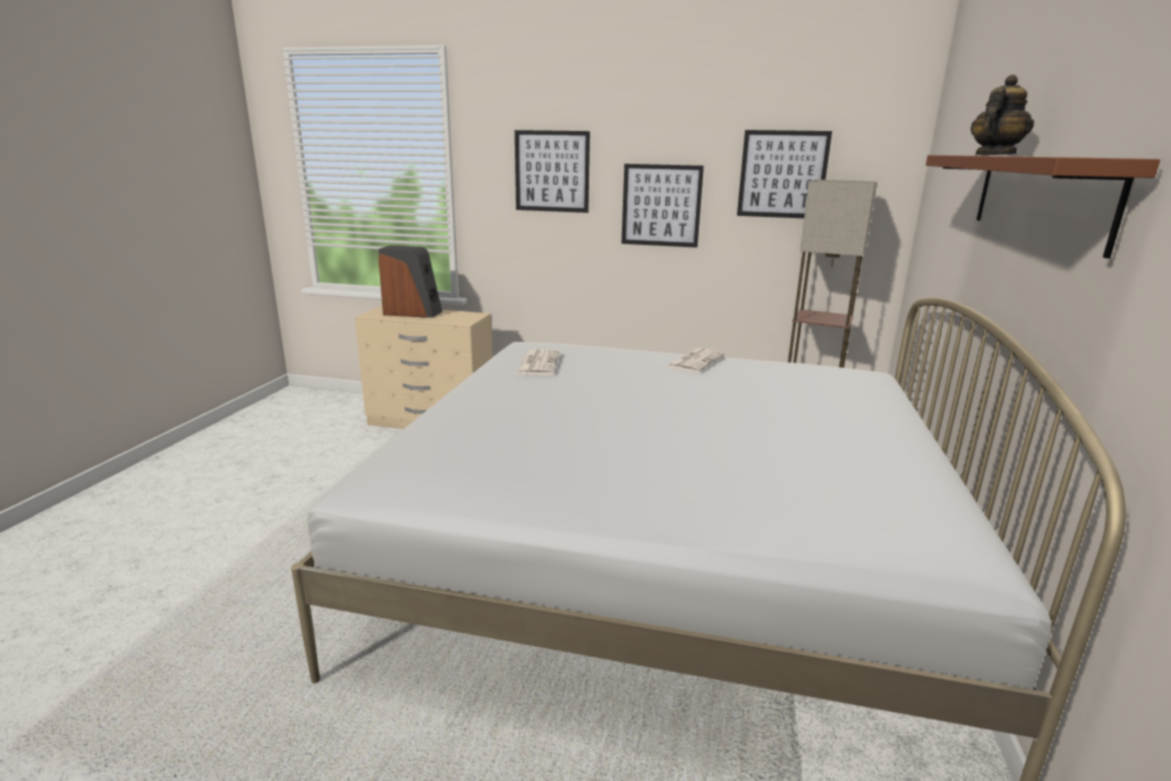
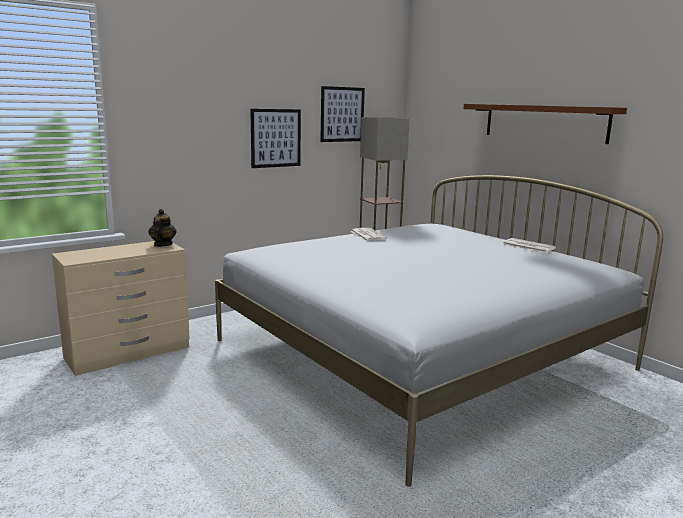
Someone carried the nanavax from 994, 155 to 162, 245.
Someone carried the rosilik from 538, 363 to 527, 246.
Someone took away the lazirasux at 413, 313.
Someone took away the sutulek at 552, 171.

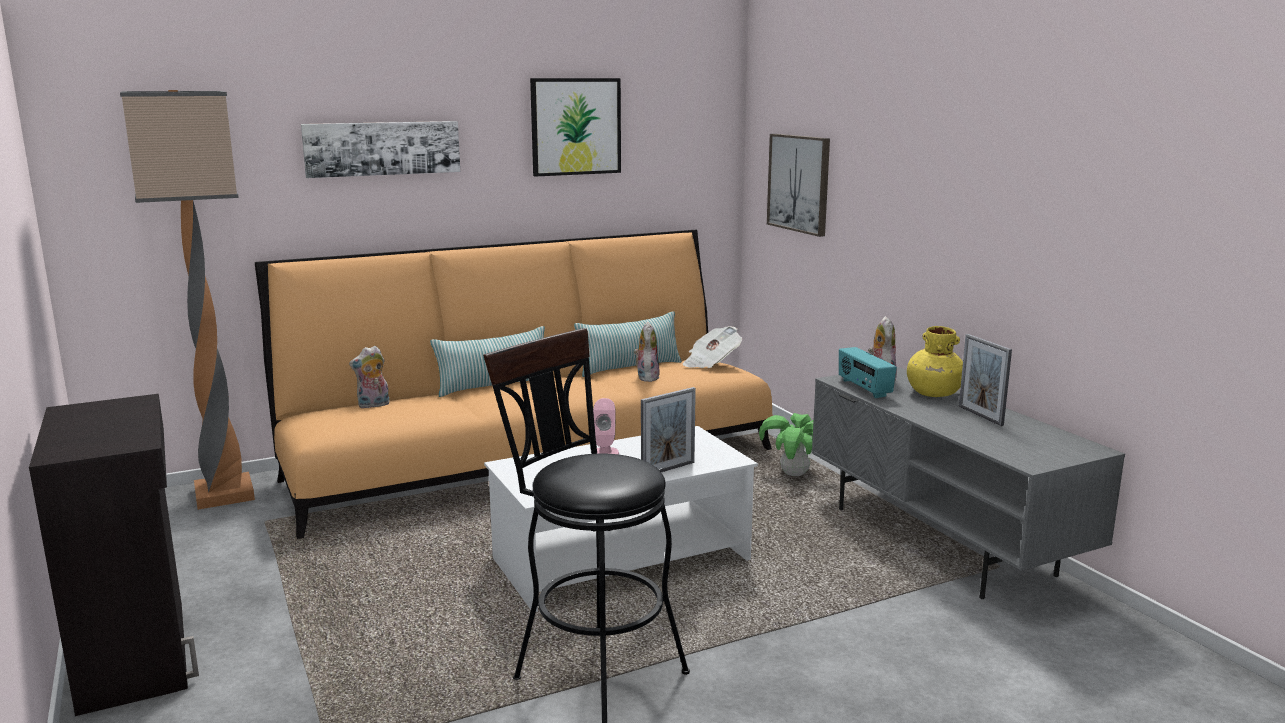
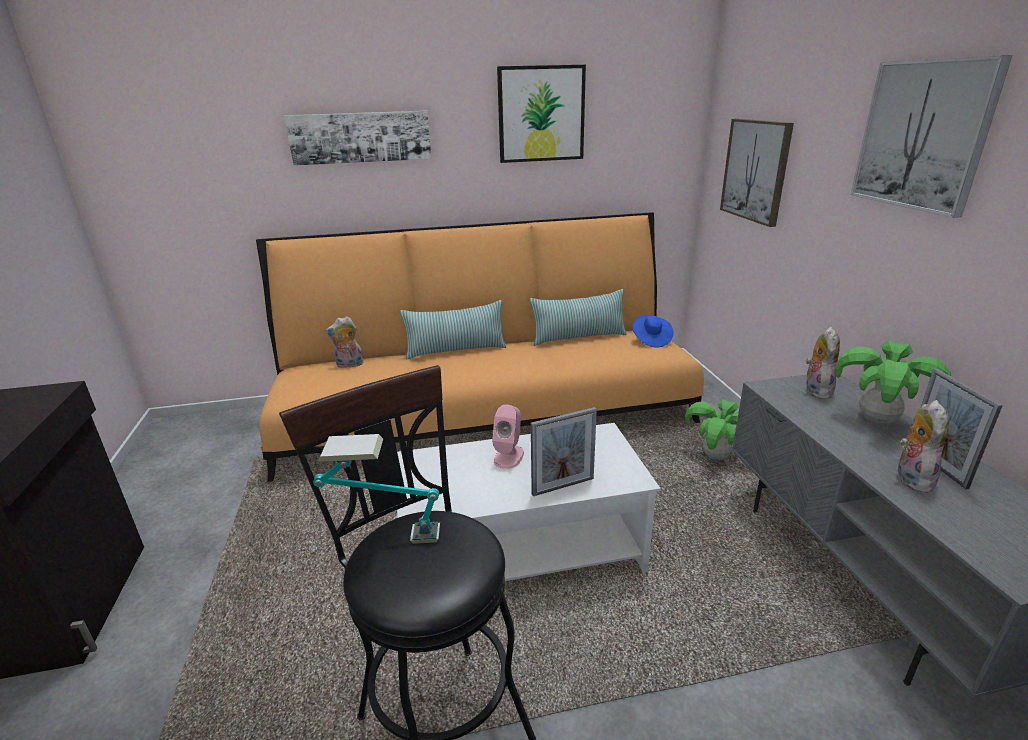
Someone put down the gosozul at 384, 536.
Someone swapped the rosilik at 711, 363 for the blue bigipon at 651, 340.
Someone swapped the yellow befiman at 933, 393 for the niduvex at 876, 420.
Someone put up the sutulek at 923, 135.
Someone carried the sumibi from 646, 377 to 910, 478.
Someone took away the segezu at 226, 494.
Someone took away the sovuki at 863, 388.

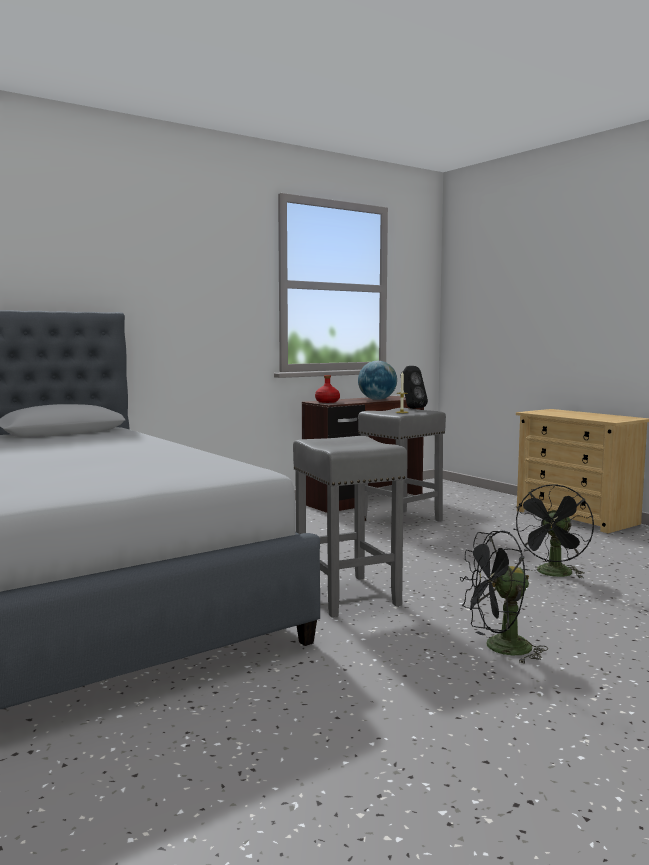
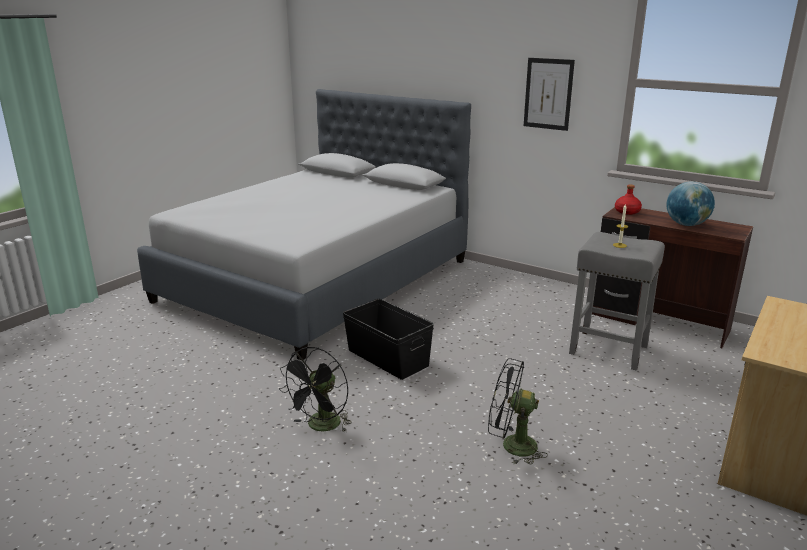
Someone rotated the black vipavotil at 499, 648 by 120 degrees counterclockwise.
Someone swapped the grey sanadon at 348, 596 for the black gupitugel at 387, 358.
Someone put up the sutulek at 548, 94.
Someone took away the black lazirasux at 411, 408.

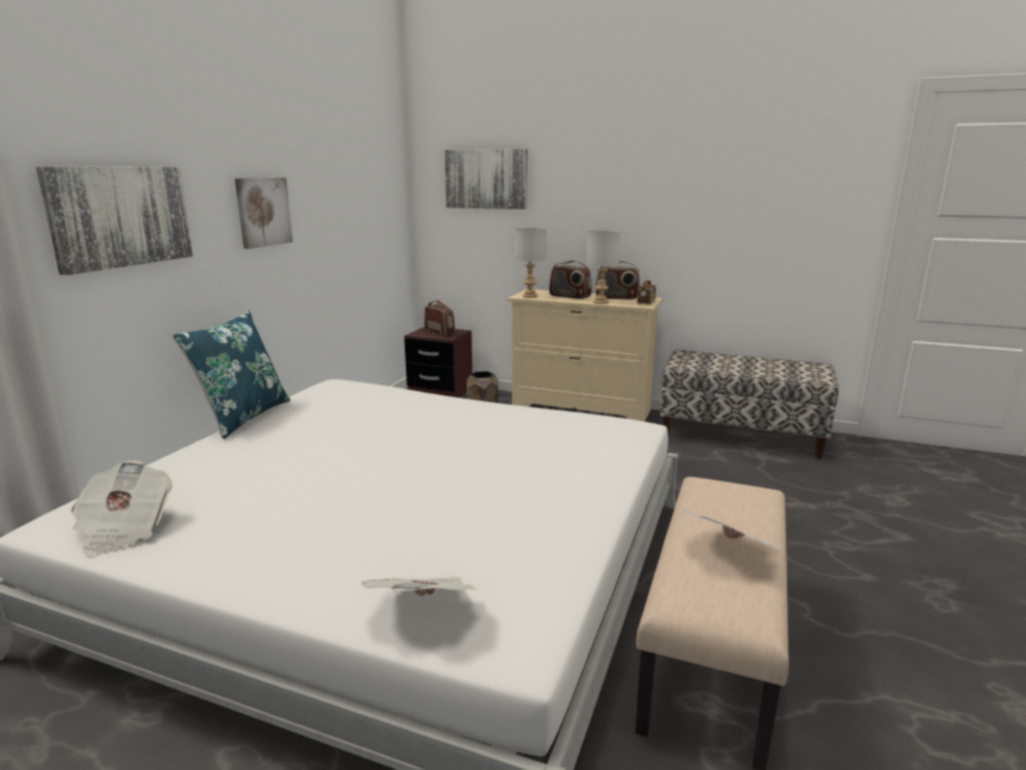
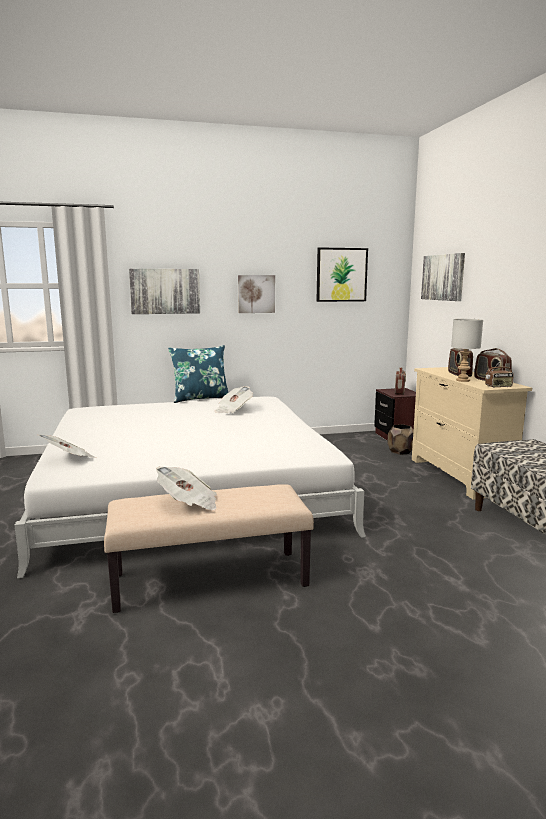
Someone carried the rosilik from 124, 529 to 233, 410.
Someone put up the sutulek at 341, 275.
Someone took away the grey gosozul at 530, 296.

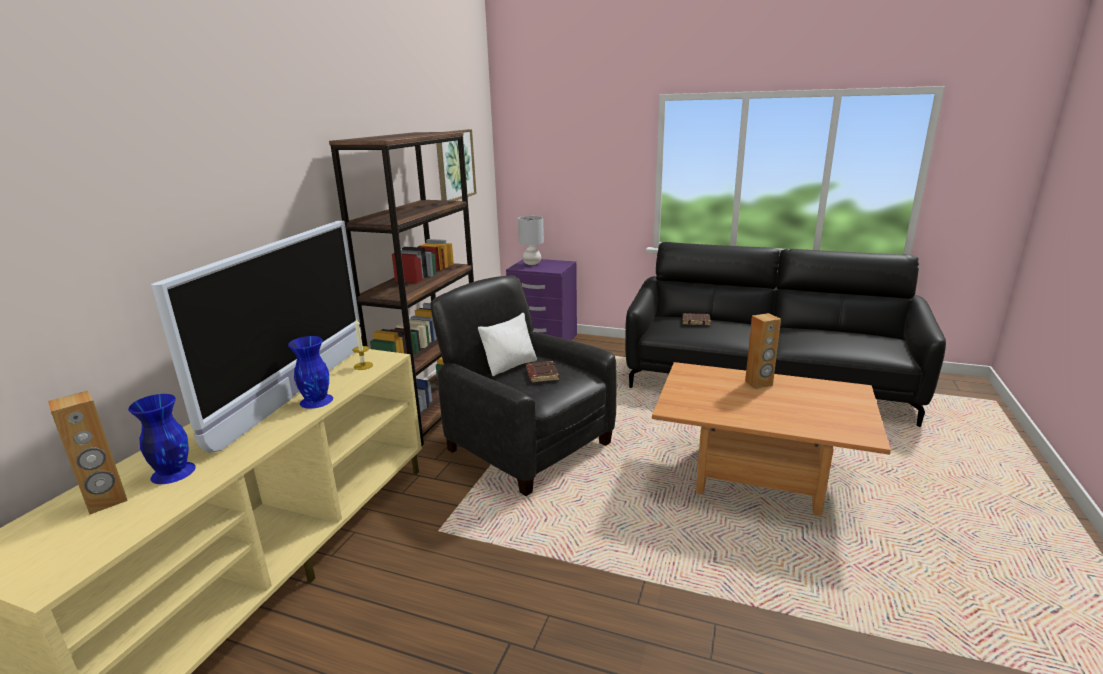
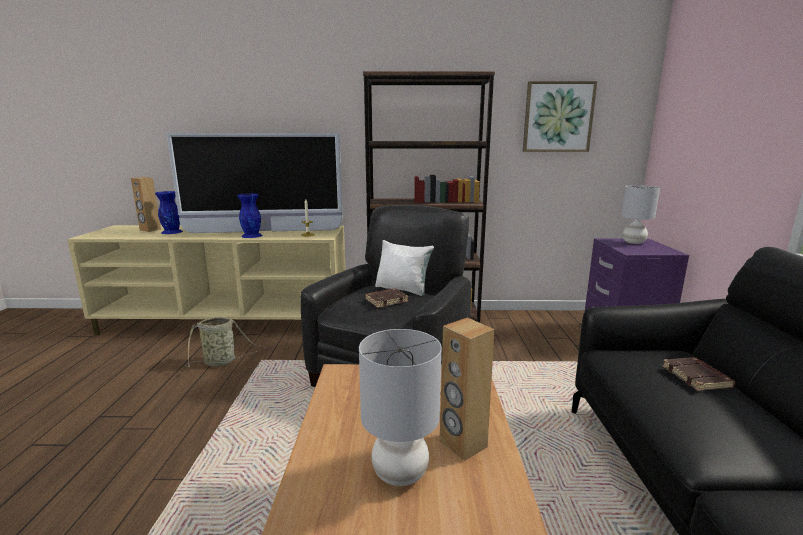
Someone put down the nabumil at 222, 362.
Someone put down the grey gosozul at 399, 473.

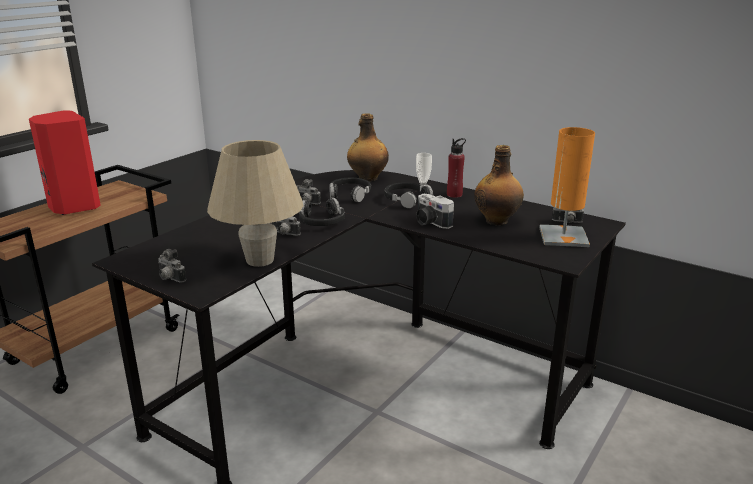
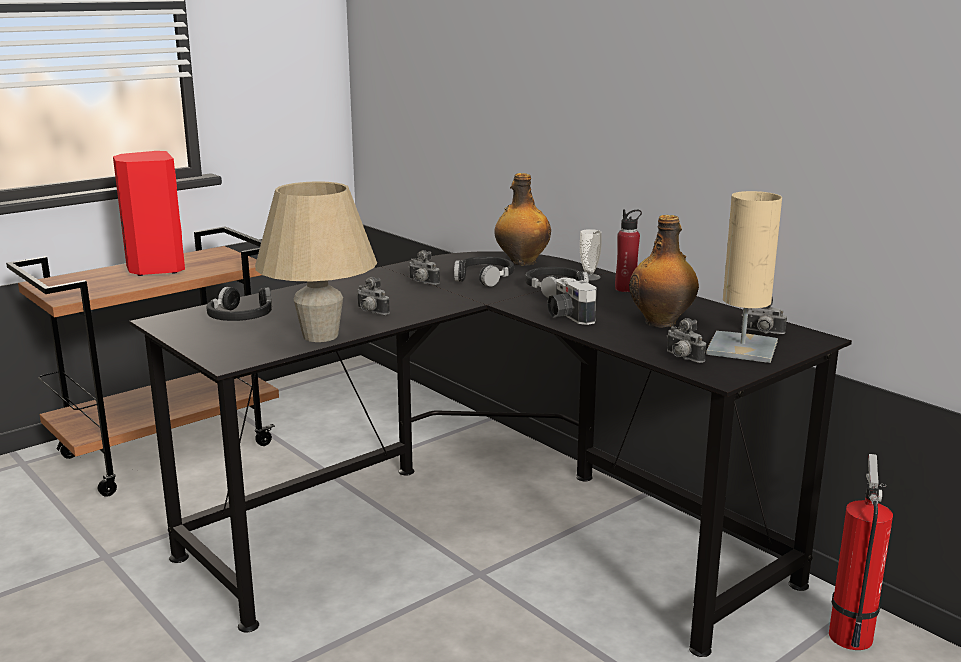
Someone carried the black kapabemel from 321, 221 to 241, 317.
Someone carried the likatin from 170, 279 to 682, 358.
Someone repainted the orange gosozul at 563, 237, which became the beige gosozul at 742, 348.
Someone put down the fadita at 850, 633.

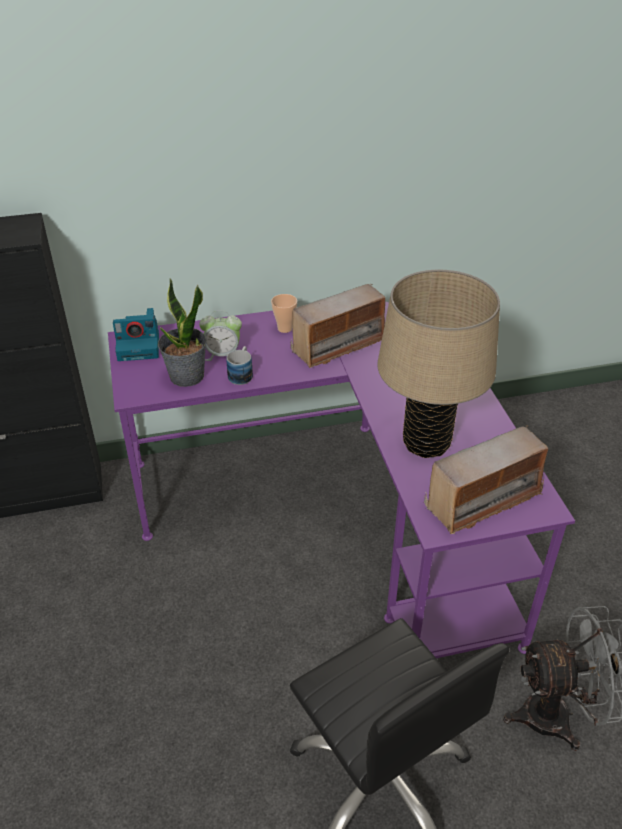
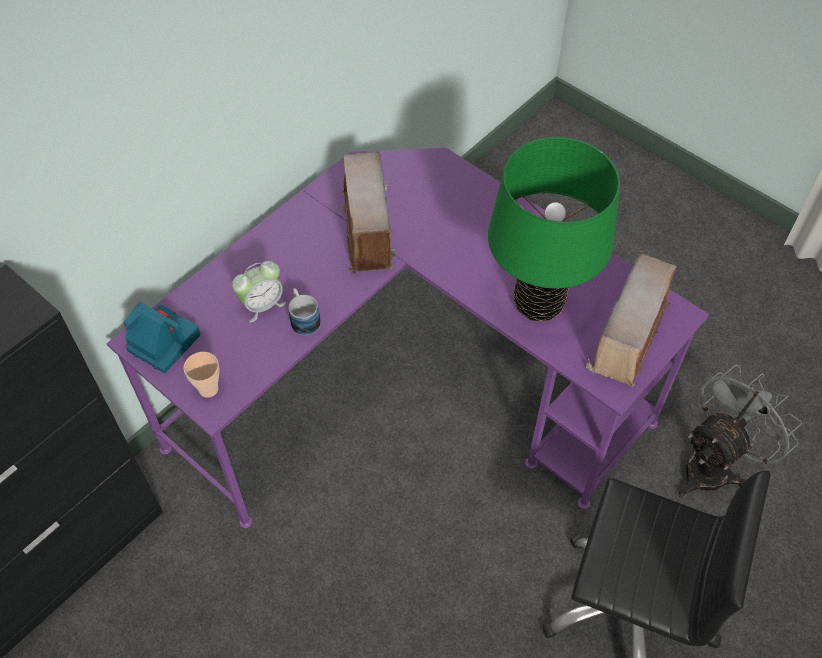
Someone rotated the likatin at 140, 346 by 105 degrees counterclockwise.
Someone carried the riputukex from 284, 328 to 208, 389.
Someone rotated the sovuki at 339, 345 by 150 degrees clockwise.
Someone repainted the beige gosozul at 426, 443, which became the green gosozul at 538, 303.
Someone took away the niduvex at 186, 376.

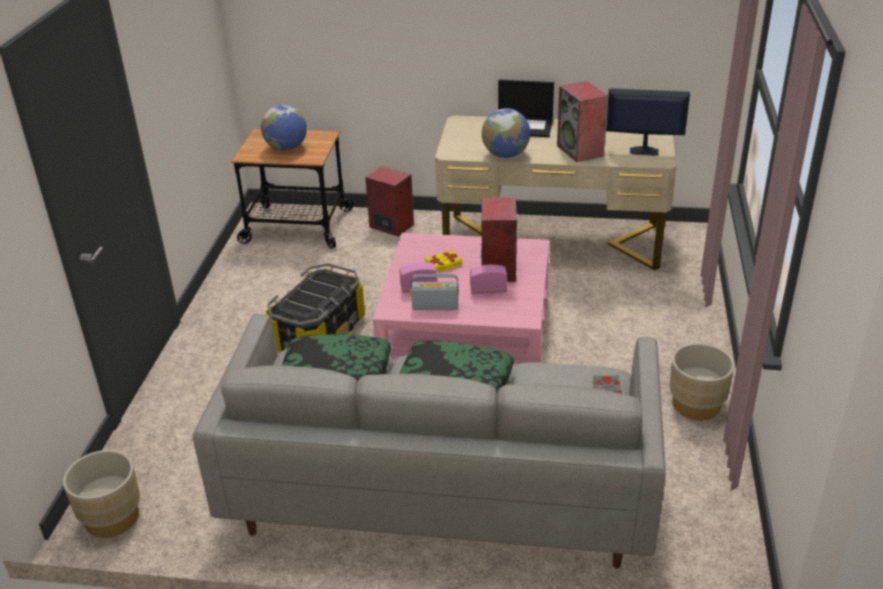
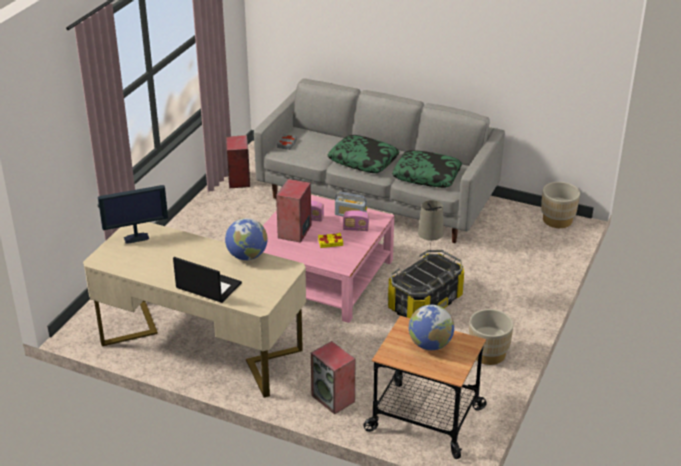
Someone rotated the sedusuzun at 643, 151 by 45 degrees counterclockwise.
Someone carried the lazirasux from 581, 151 to 238, 180.
Someone put down the beige gosozul at 428, 270.
Someone carried the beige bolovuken from 696, 405 to 488, 354.

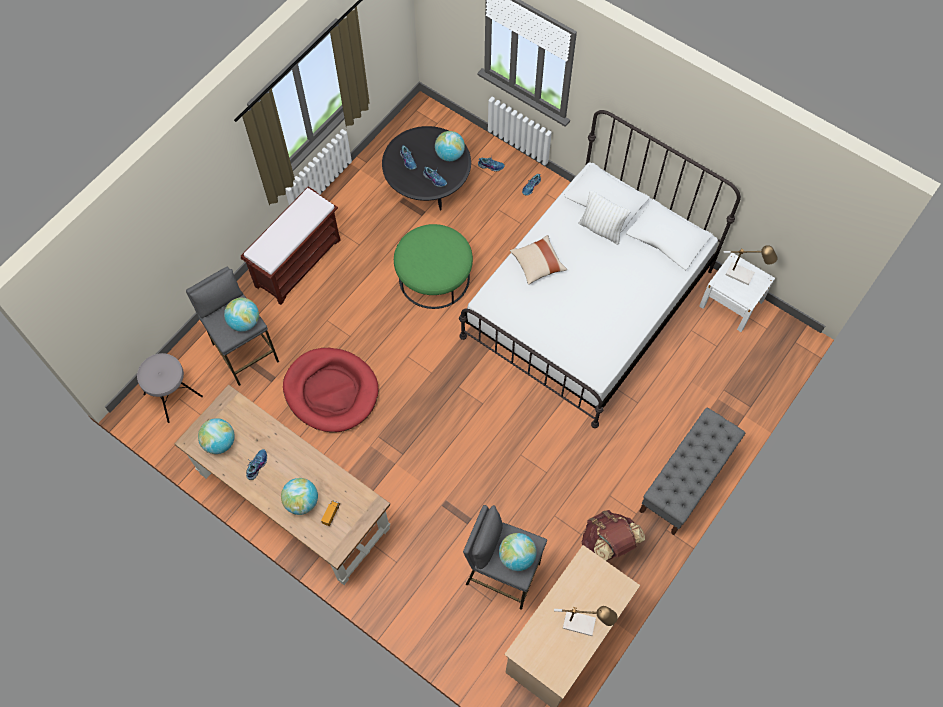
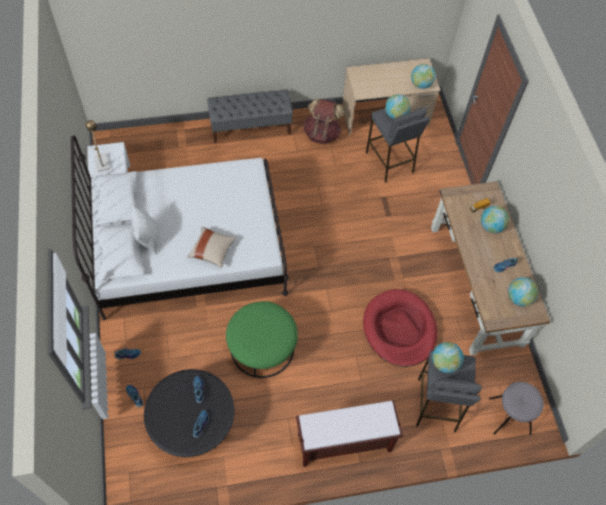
Someone carried the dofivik from 450, 155 to 421, 84.
Someone took away the gosozul at 583, 624.

